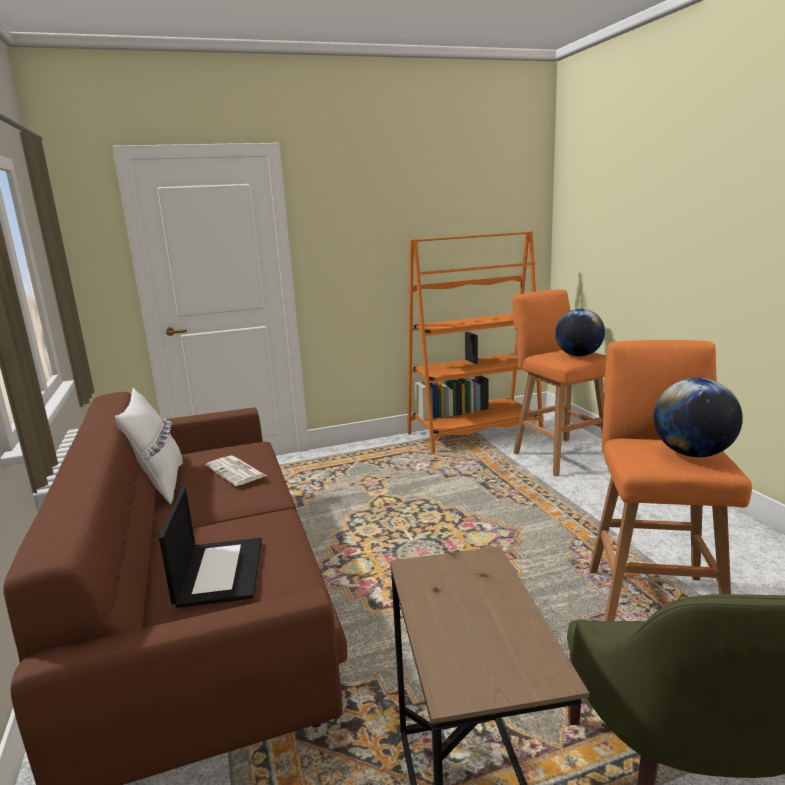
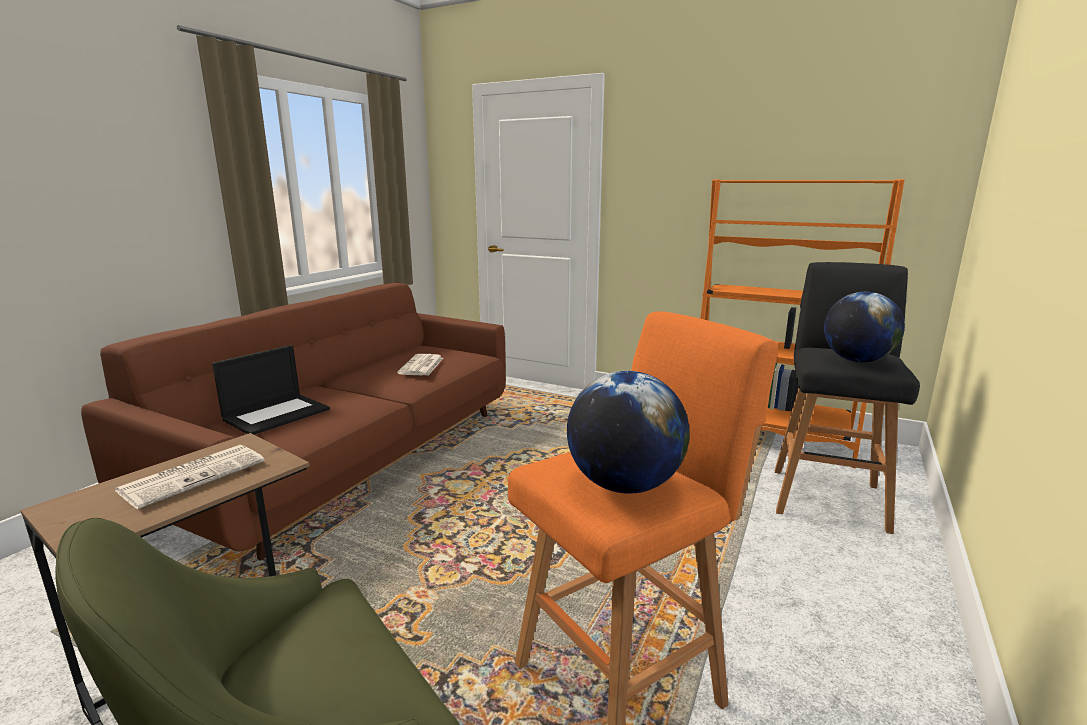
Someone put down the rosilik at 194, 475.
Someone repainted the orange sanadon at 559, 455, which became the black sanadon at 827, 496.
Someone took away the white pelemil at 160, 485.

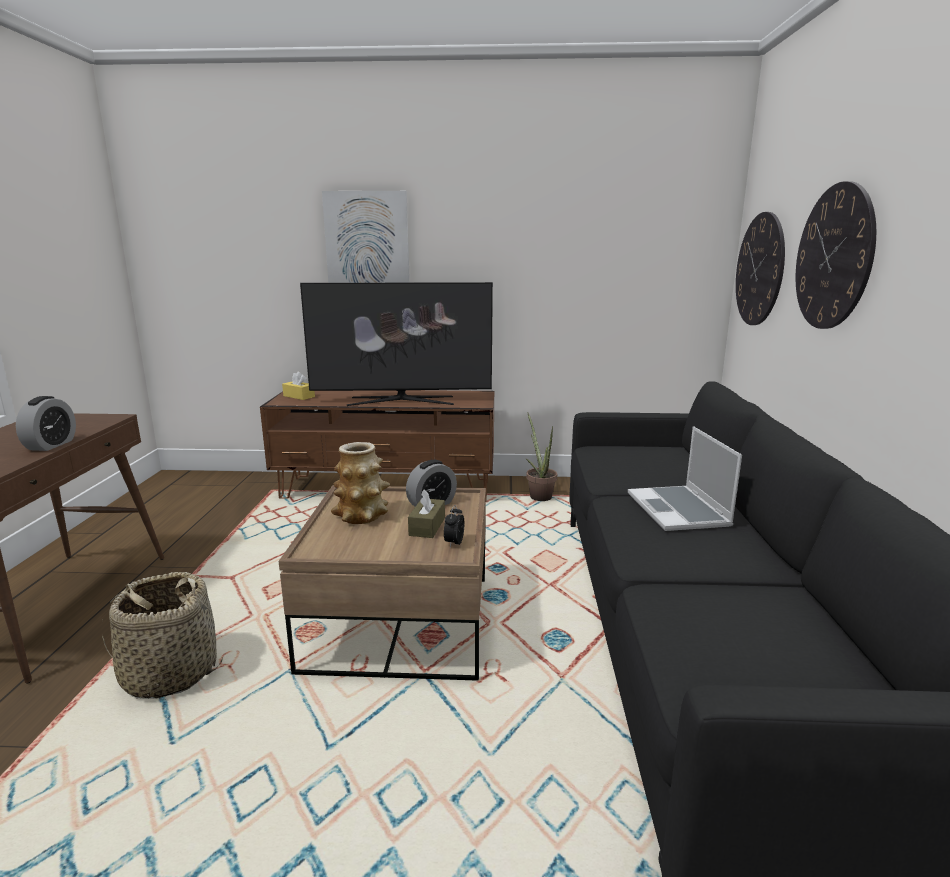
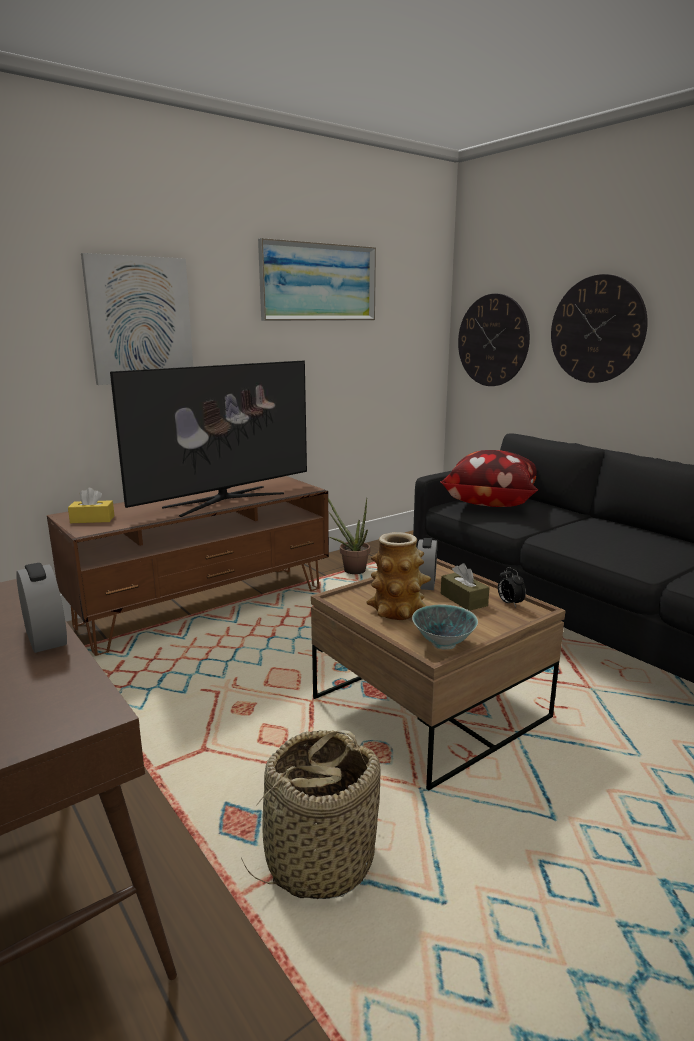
Someone put up the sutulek at 319, 282.
Someone put down the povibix at 443, 644.
Someone put down the pelemil at 490, 502.
Someone took away the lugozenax at 679, 510.

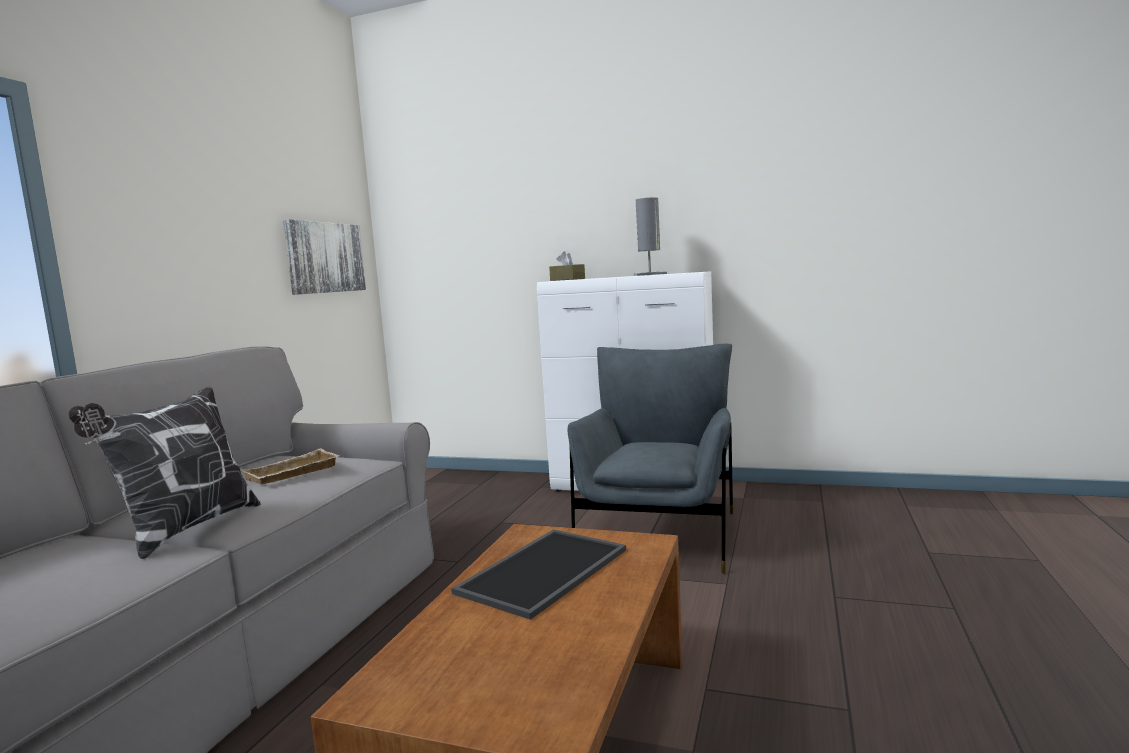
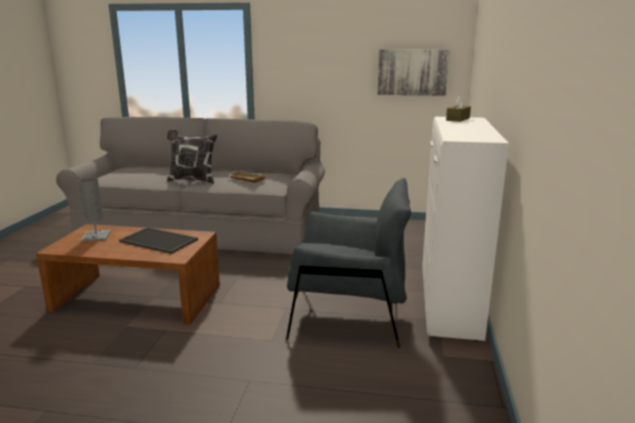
Someone carried the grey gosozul from 649, 274 to 96, 236.

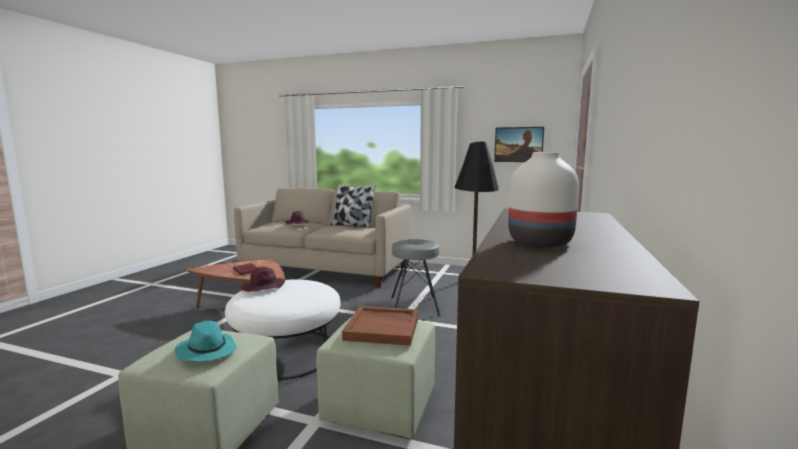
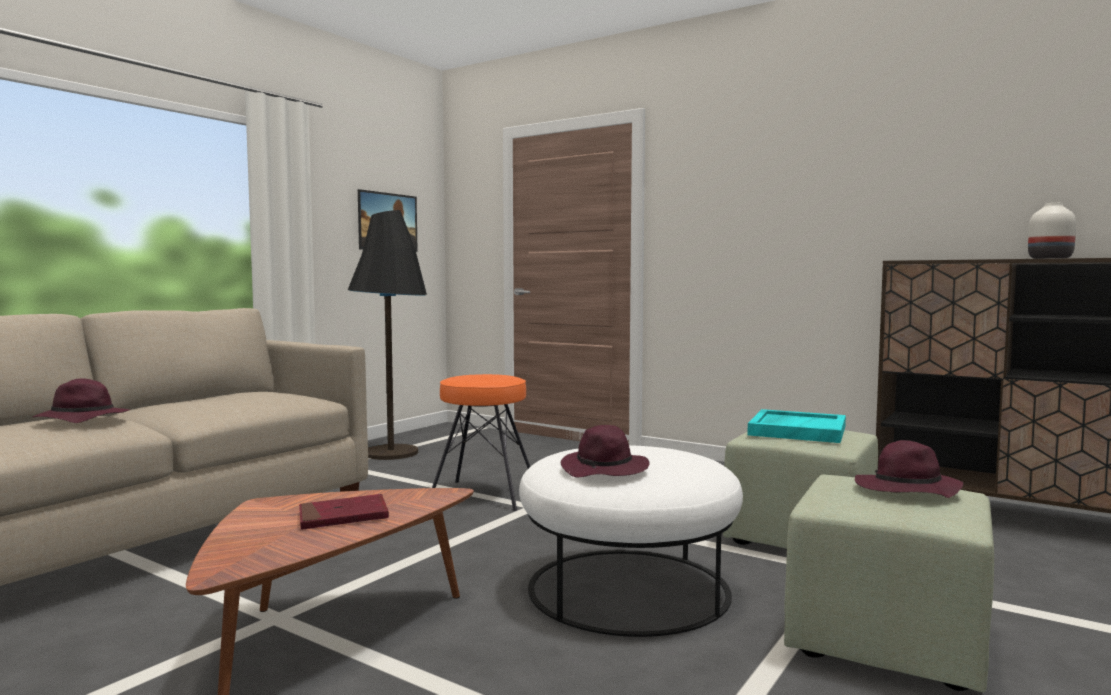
Someone repainted the grey sanadon at 414, 306, which became the orange sanadon at 484, 495.
Someone repainted the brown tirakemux at 383, 328, which became the turquoise tirakemux at 796, 430.
Someone repainted the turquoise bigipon at 206, 351, which became the purple bigipon at 906, 491.
Someone took away the pelemil at 352, 225.

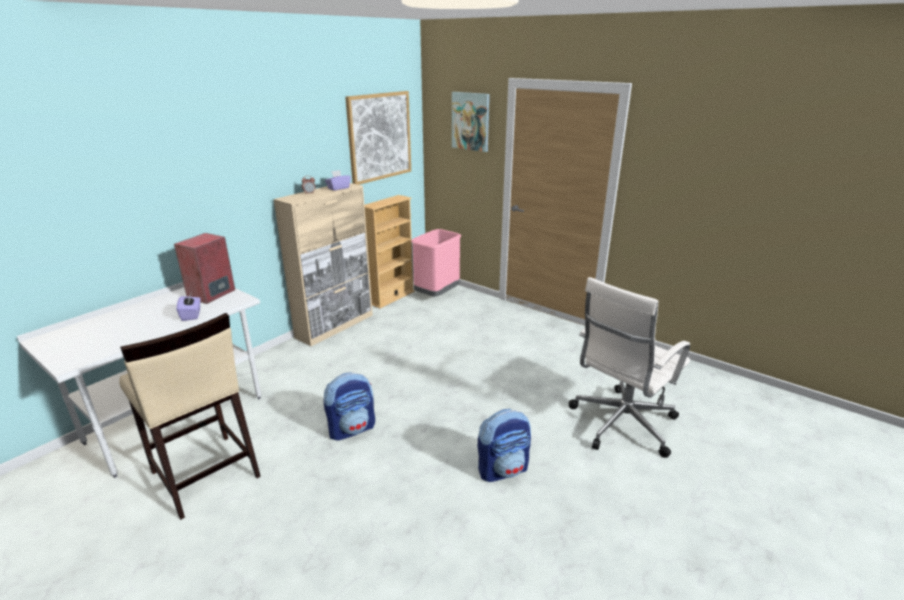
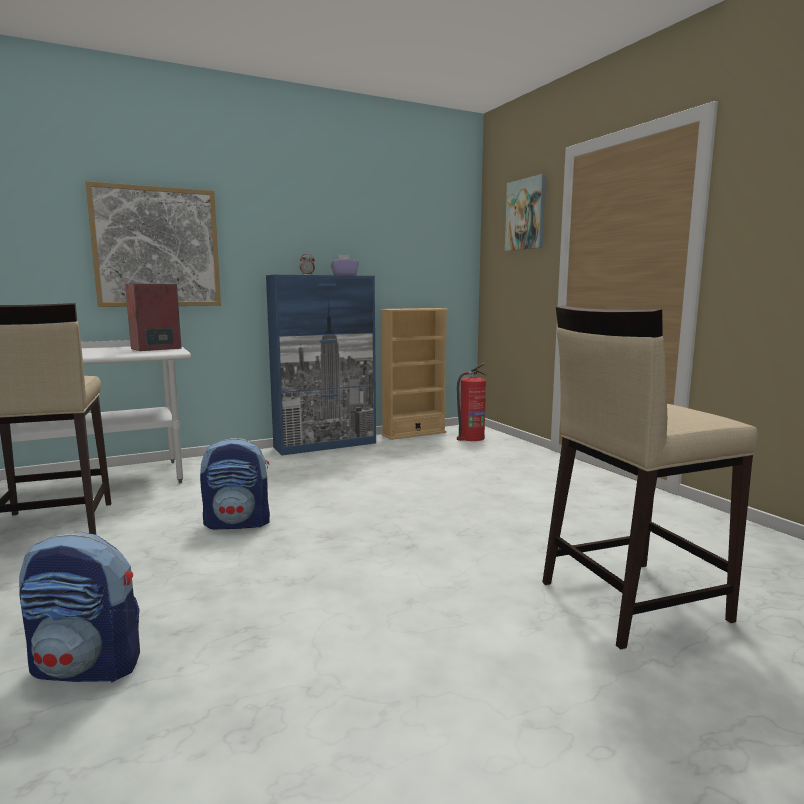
Someone carried the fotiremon from 503, 469 to 88, 667.
Someone carried the sutulek from 379, 137 to 157, 247.
Someone repainted the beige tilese at 335, 326, which became the blue tilese at 326, 445.
Someone swapped the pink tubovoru at 437, 295 for the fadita at 471, 438.
Someone swapped the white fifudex at 620, 424 for the beige sanadon at 630, 600.
Someone took away the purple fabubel at 191, 315.

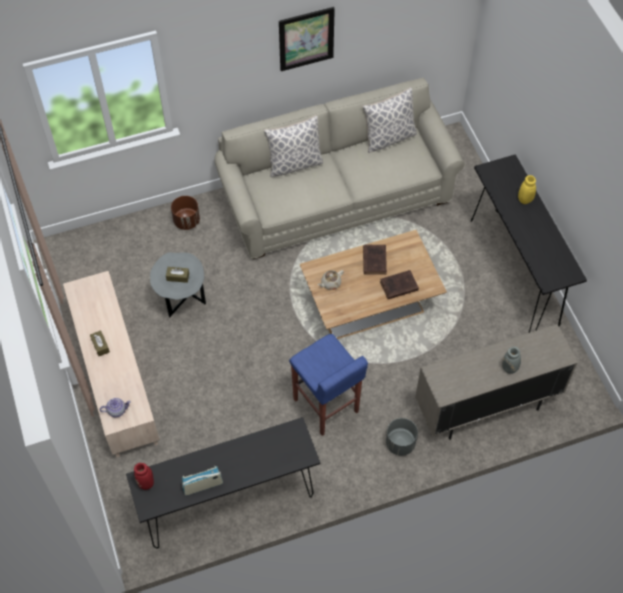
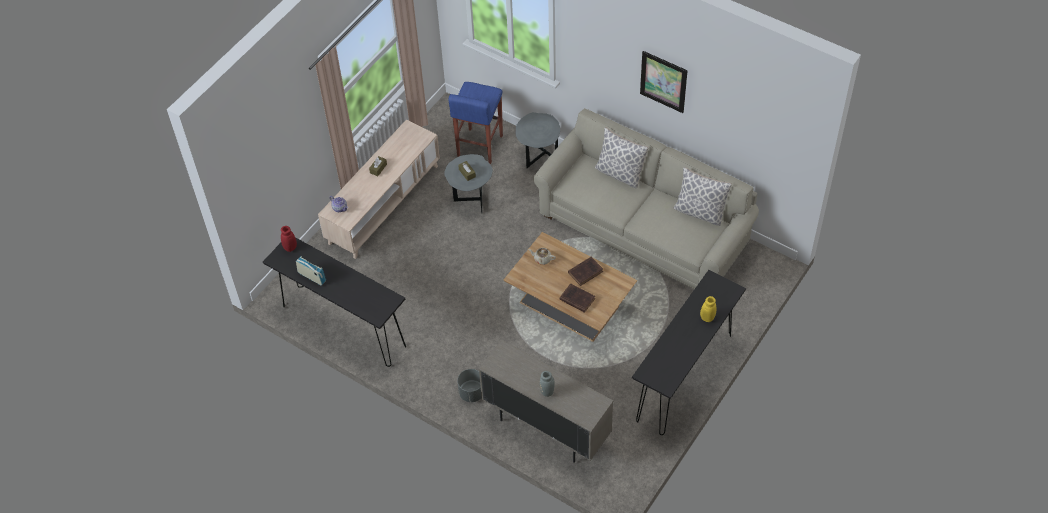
Someone carried the blue sanadon from 325, 407 to 479, 146.
Someone swapped the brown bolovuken at 187, 221 for the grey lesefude at 538, 159.

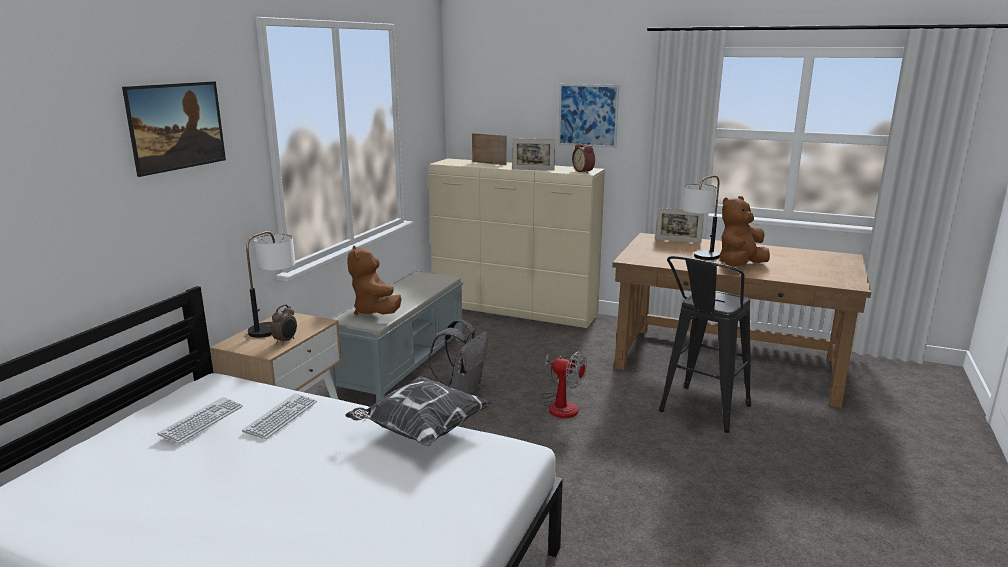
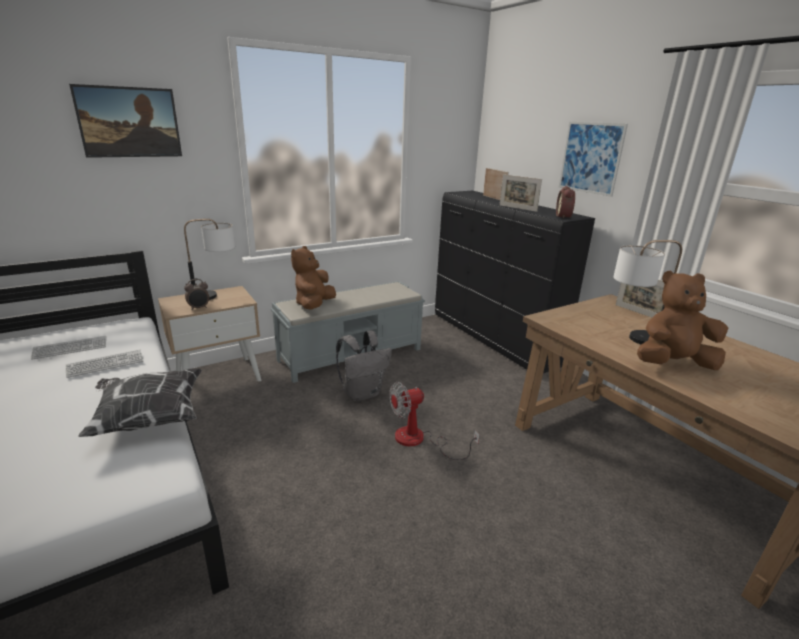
Someone rotated the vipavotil at 560, 405 by 90 degrees clockwise.
Someone repainted the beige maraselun at 514, 311, which became the black maraselun at 492, 339.
Someone took away the black sanadon at 700, 412.

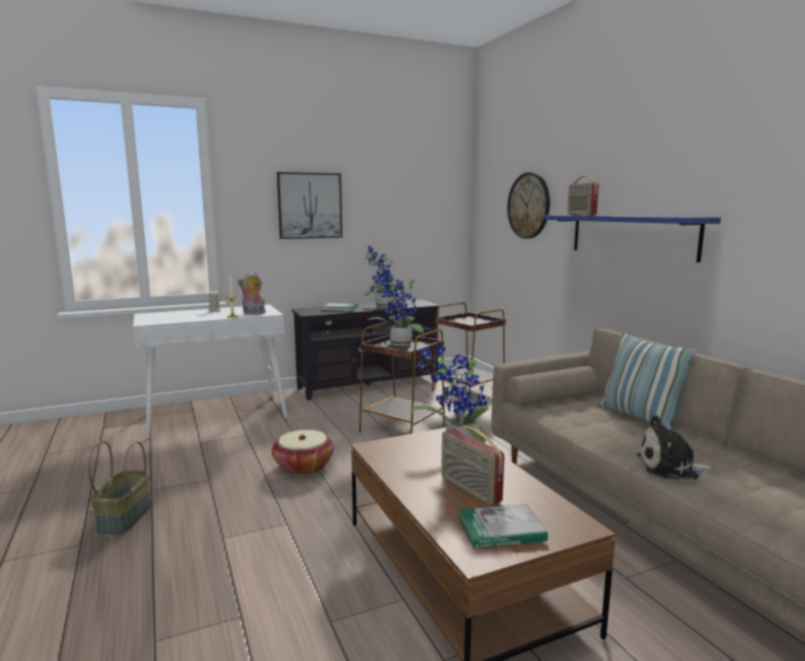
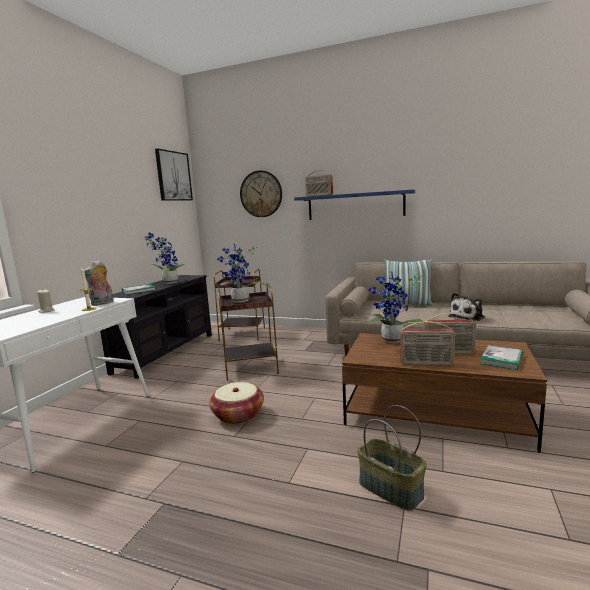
Someone carried the sutulek from 309, 205 to 173, 176.
Someone carried the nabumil from 124, 517 to 389, 489.
Someone put down the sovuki at 426, 364.

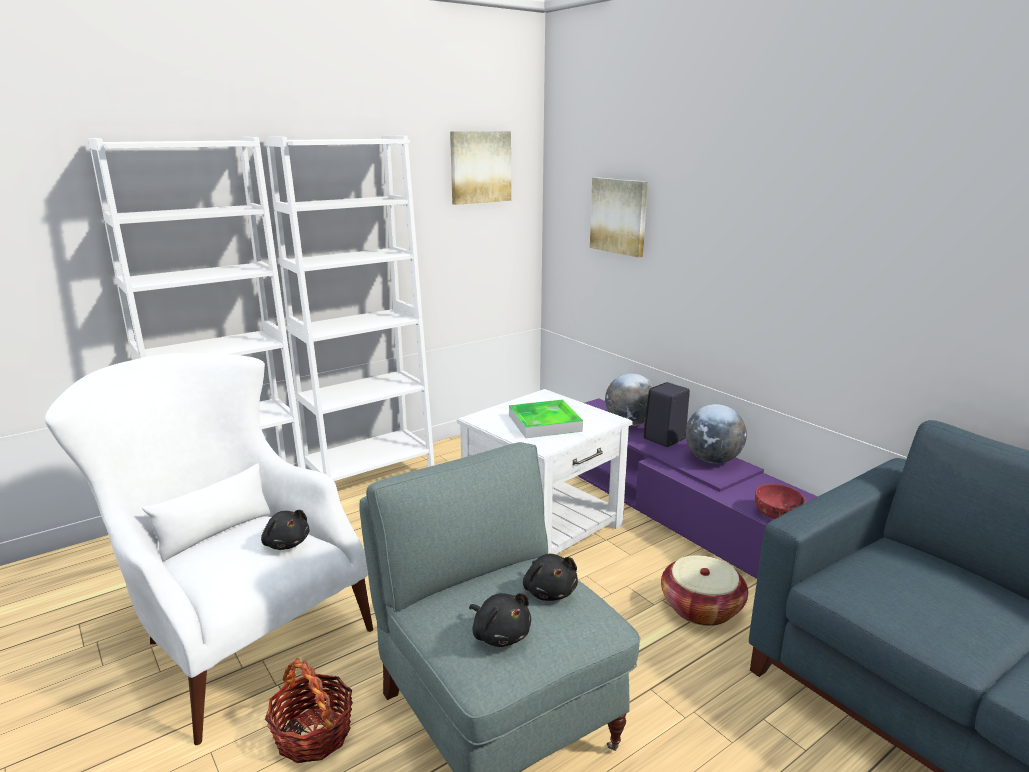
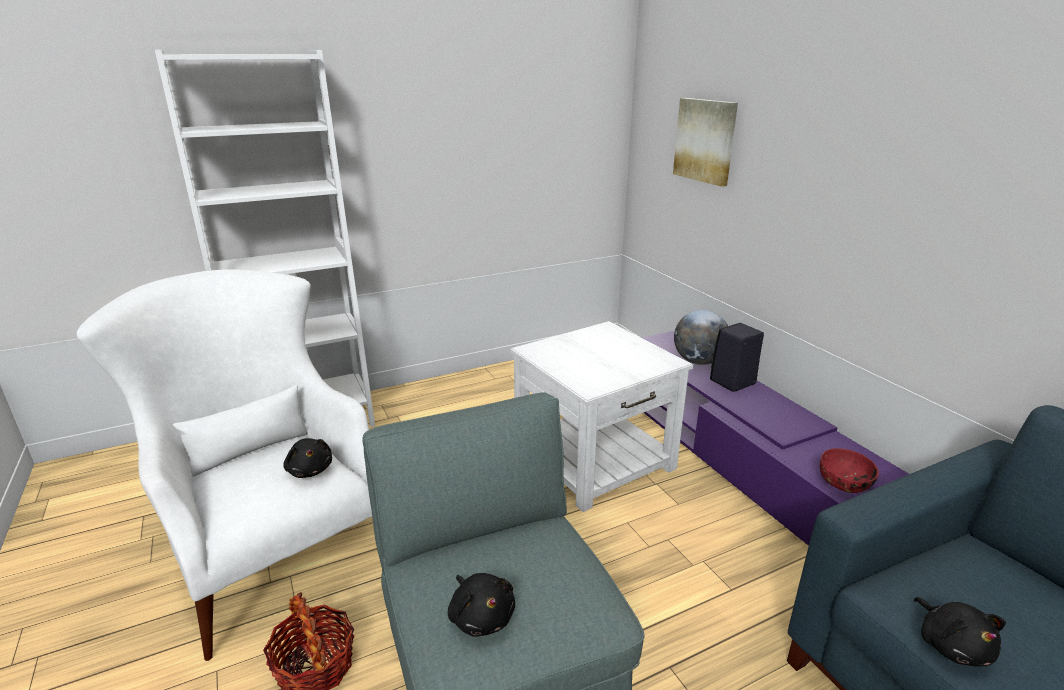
Someone carried the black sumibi from 549, 591 to 951, 645.
Someone took away the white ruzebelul at 370, 477.
Someone took away the sutulek at 480, 167.
Someone took away the tirakemux at 544, 423.
Someone took away the nabumil at 701, 608.
Someone took away the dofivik at 713, 460.

